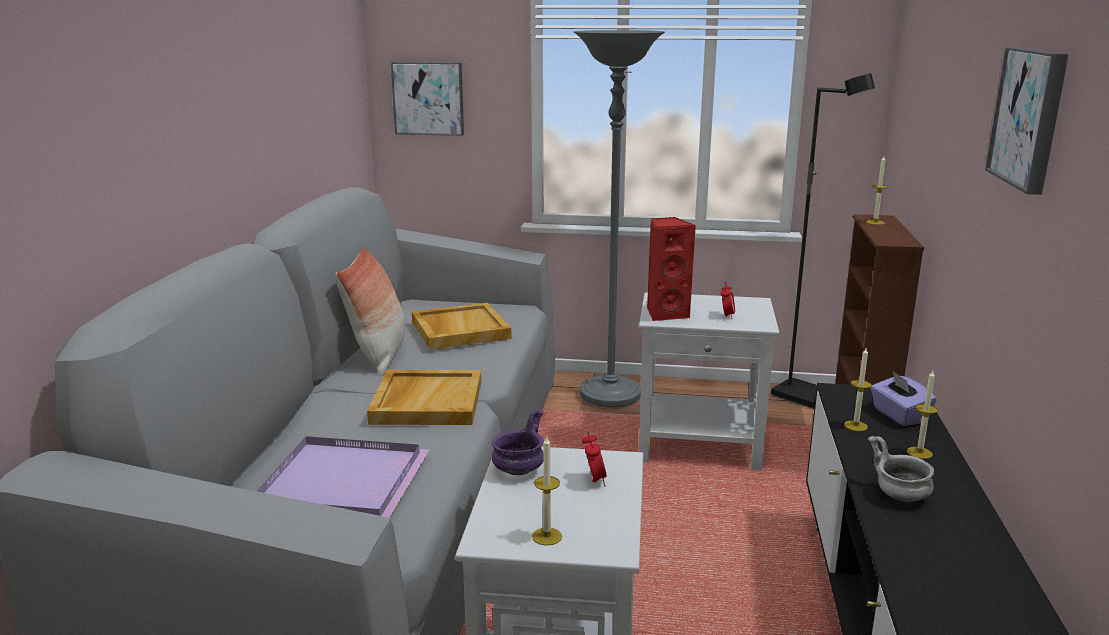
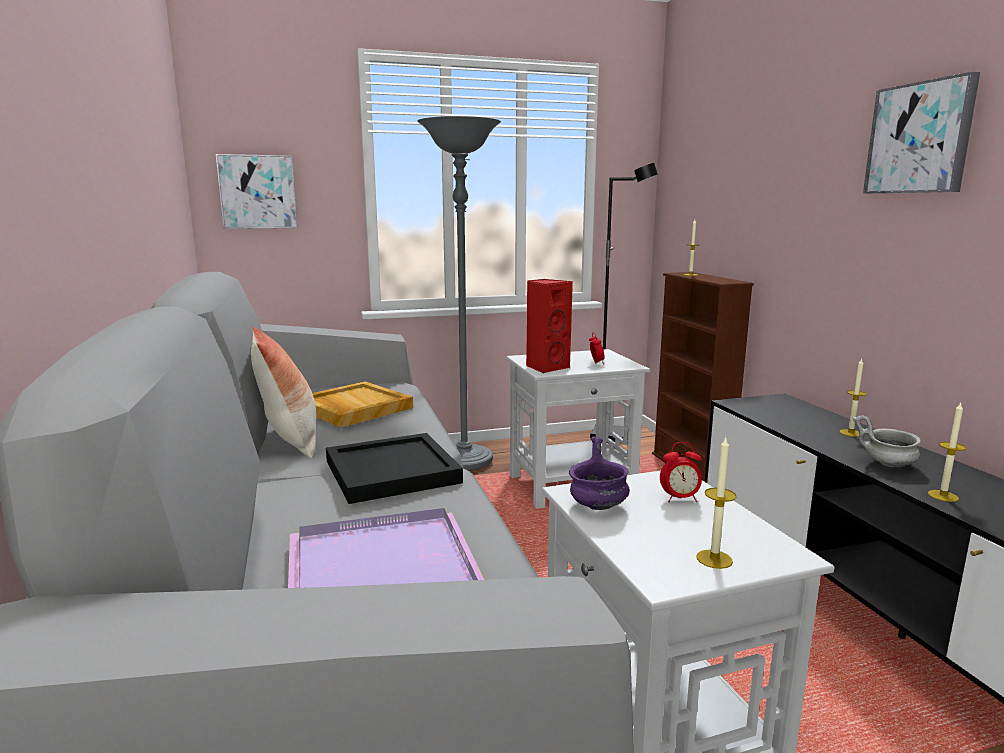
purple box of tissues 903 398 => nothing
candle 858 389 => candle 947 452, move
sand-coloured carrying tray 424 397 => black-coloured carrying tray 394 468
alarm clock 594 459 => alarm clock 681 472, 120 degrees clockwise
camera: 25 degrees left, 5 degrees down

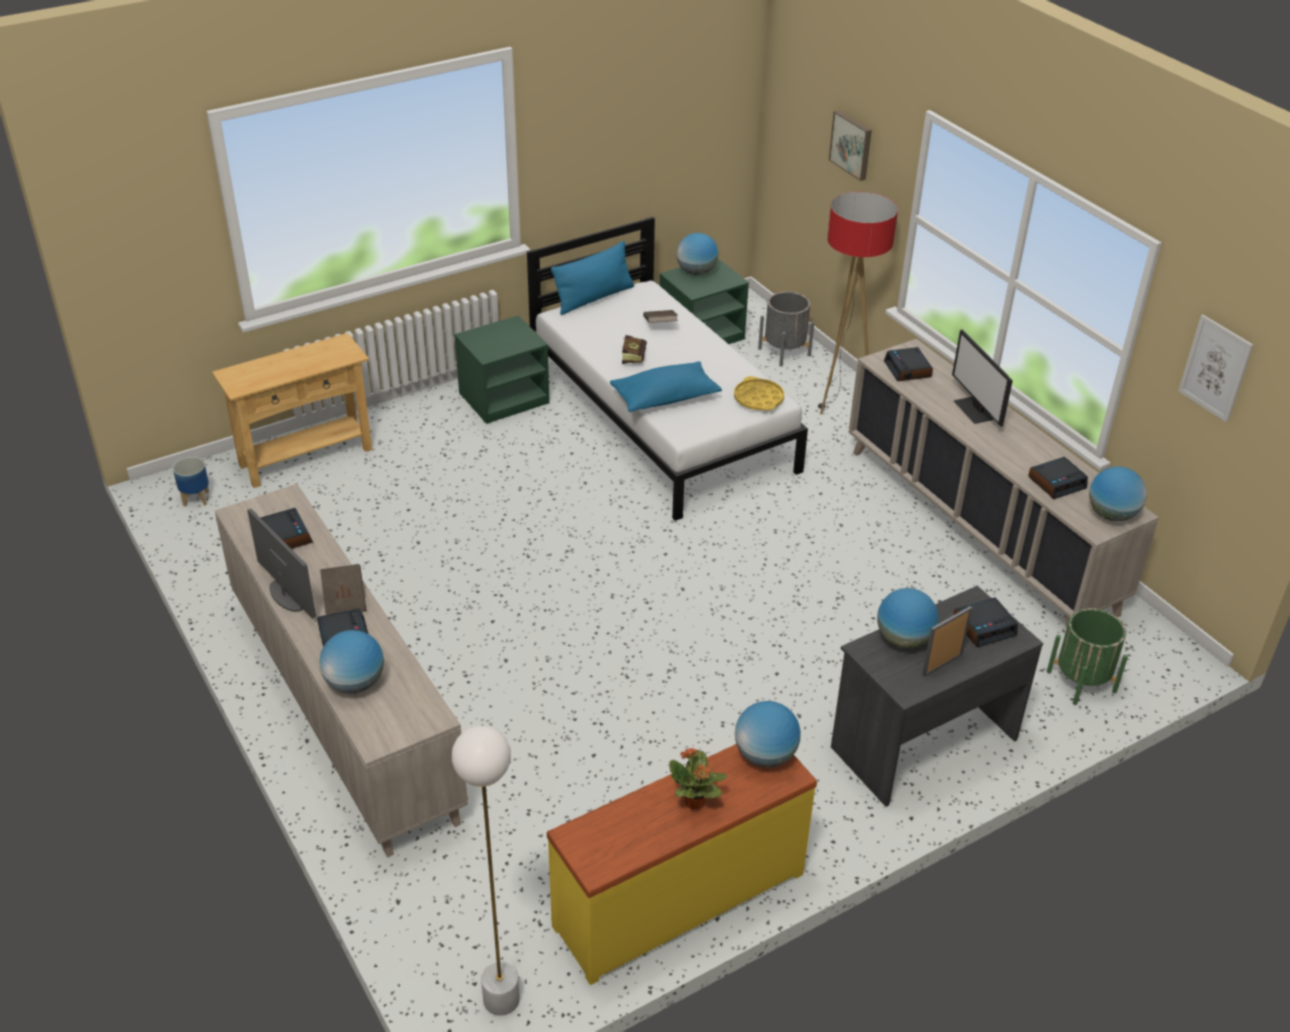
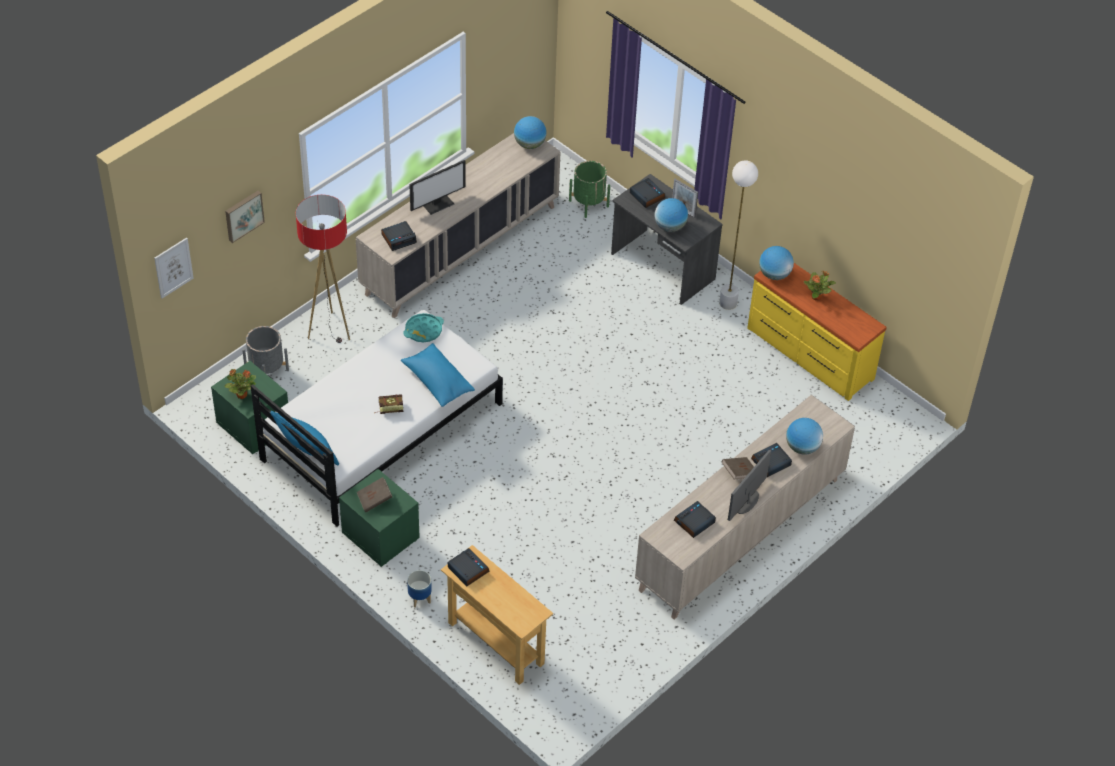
planter 191 482 => planter 419 588, move
white-coloured standard lamp 486 871 => white-coloured standard lamp 738 235, move
brown bound book 660 316 => brown bound book 374 494, move
alarm clock 1058 478 => alarm clock 469 567, move
picture 1215 368 => picture 174 267, move
world globe 697 254 => houseplant 240 384
yellow-coloured carrying tray 759 393 => turquoise-coloured carrying tray 423 327
camera: 105 degrees left, 10 degrees up

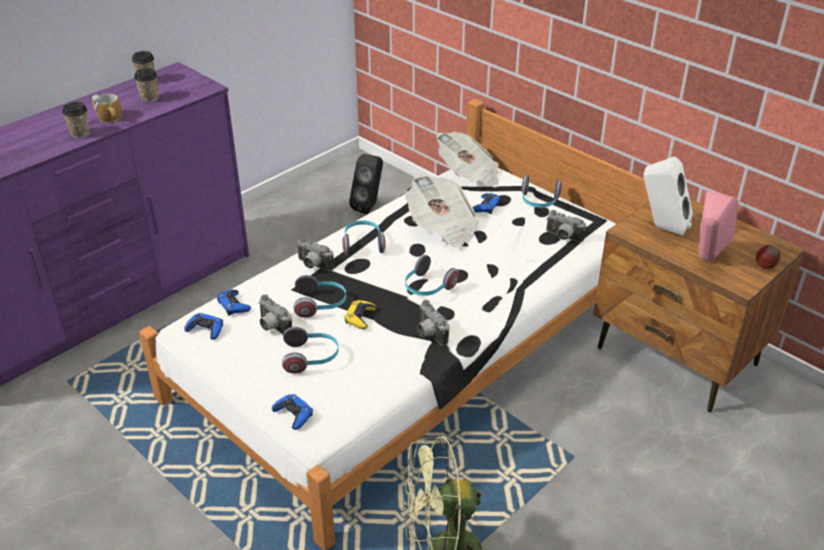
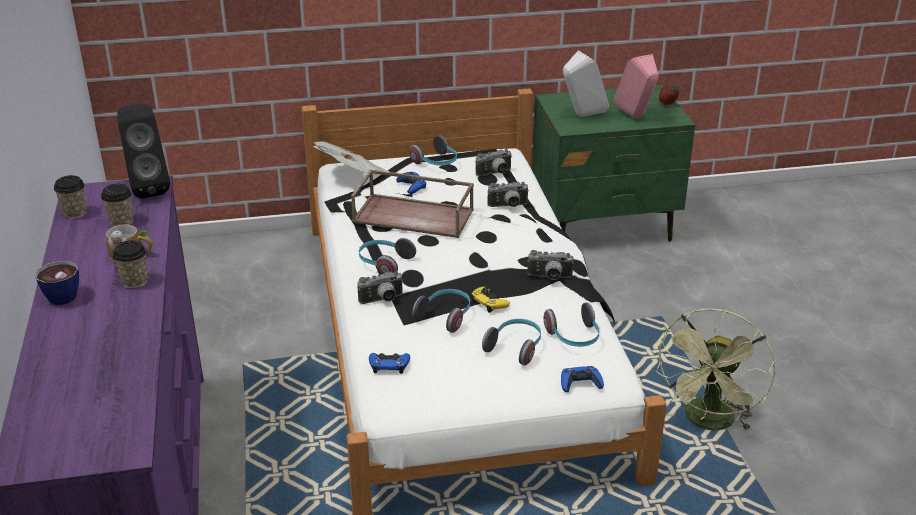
blue-coloured joypad 203 326 => nothing
nothing => drinking cup 57 283
photo camera 275 314 => photo camera 508 194, move
black-coloured speaker 366 184 => black-coloured speaker 143 151, move
headphones 432 275 => headphones 572 324, move
newspaper 442 210 => brown carrying tray 412 203
brown bedside table 699 305 => greenish bedside table 613 163
camera: 55 degrees left, 5 degrees down

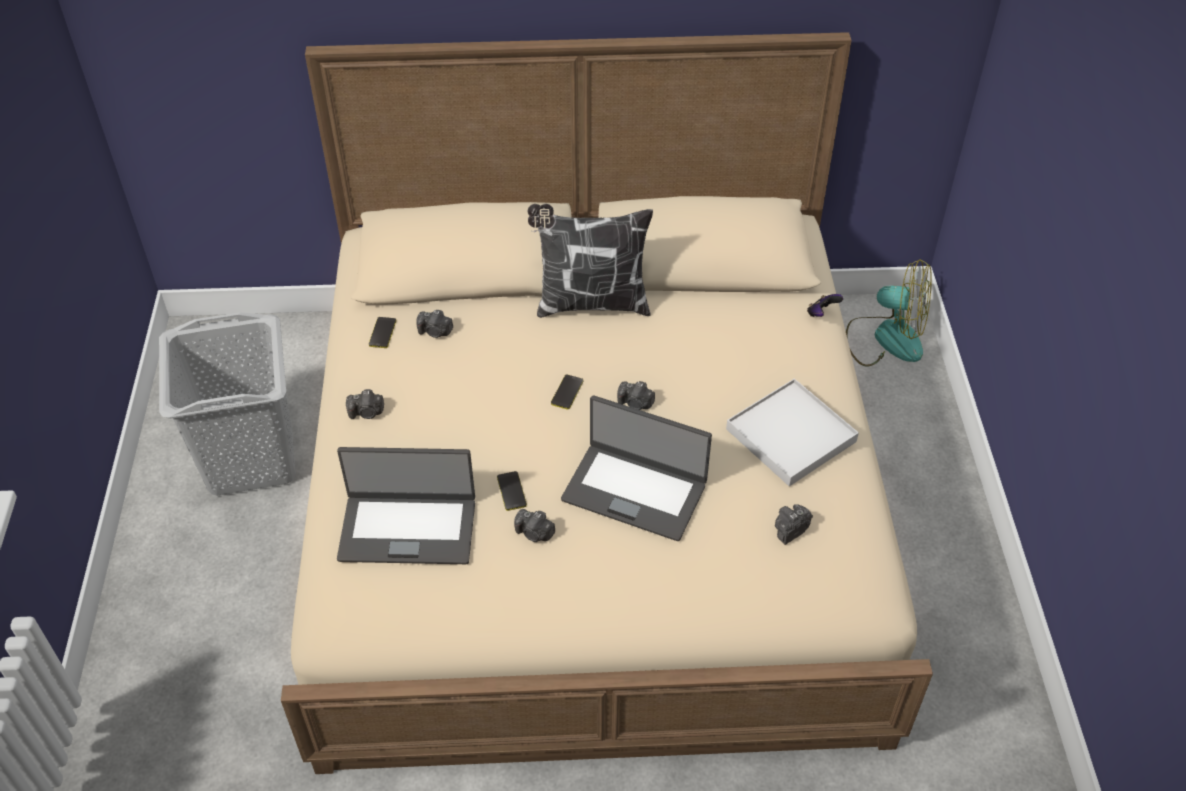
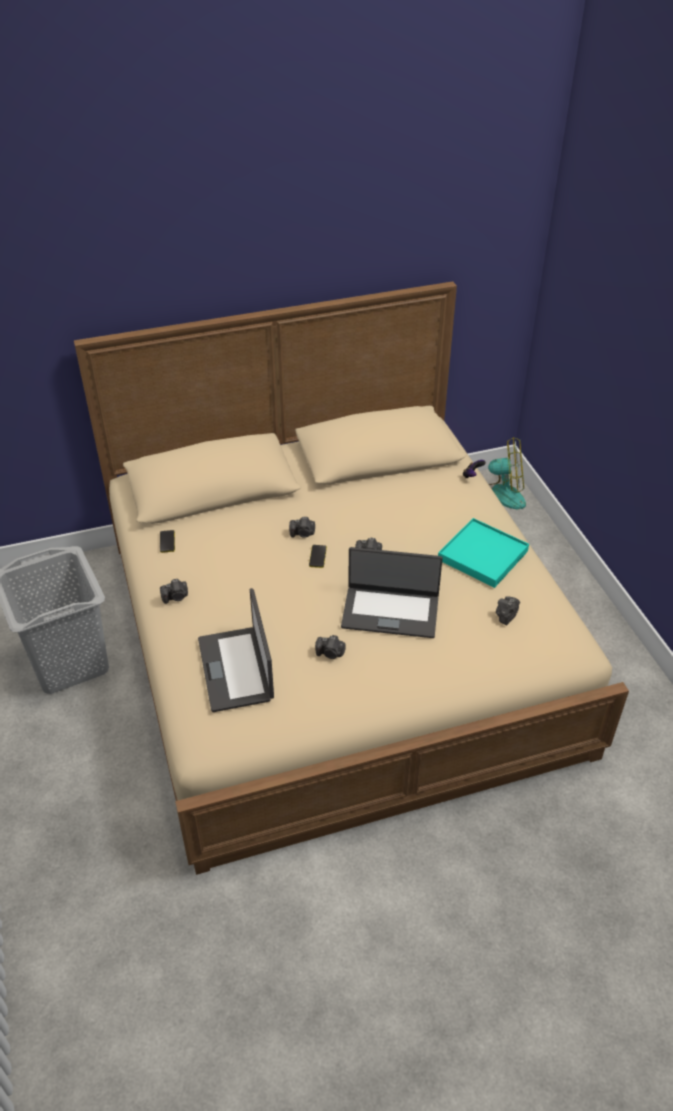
telephone 512 491 => nothing
throw pillow 590 261 => nothing
photo camera 434 324 => photo camera 302 527, move
white-coloured carrying tray 792 432 => turquoise-coloured carrying tray 483 553
laptop 406 505 => laptop 236 650, 90 degrees clockwise
camera: 15 degrees left, 5 degrees down

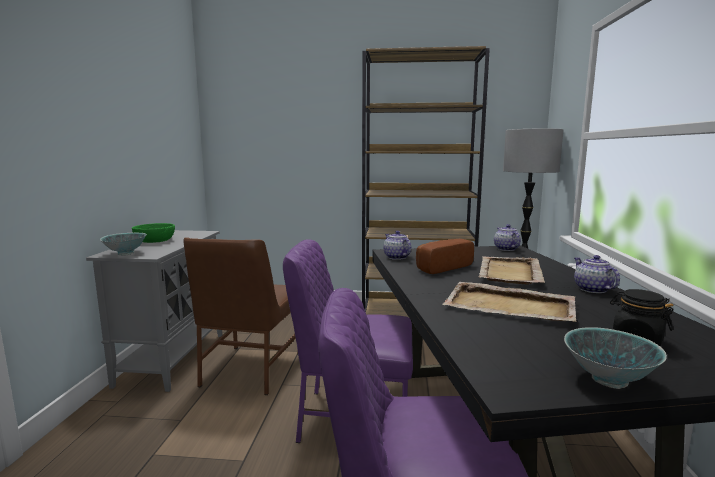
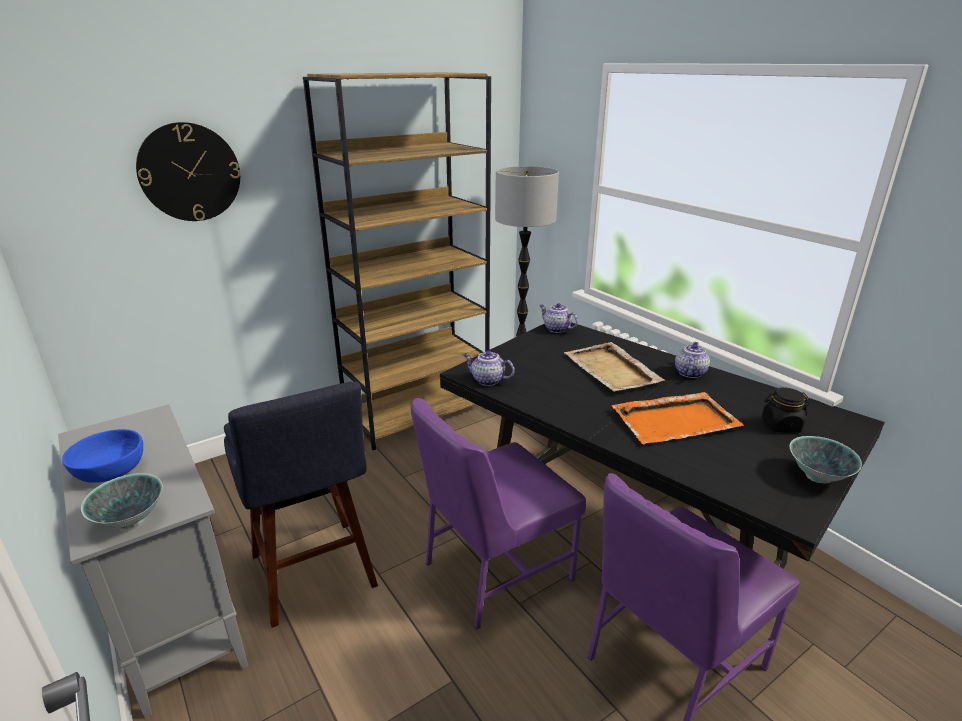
baked bread 445 256 => nothing
nothing => wall clock 188 171
brown chair 241 316 => blue-coloured stool 301 505
greenish deep dish 153 233 => blue-coloured deep dish 102 456
sand-coloured carrying tray 509 302 => orange-coloured carrying tray 678 418
pot for tea 597 274 => pot for tea 692 360, 75 degrees clockwise
camera: 40 degrees left, 15 degrees up

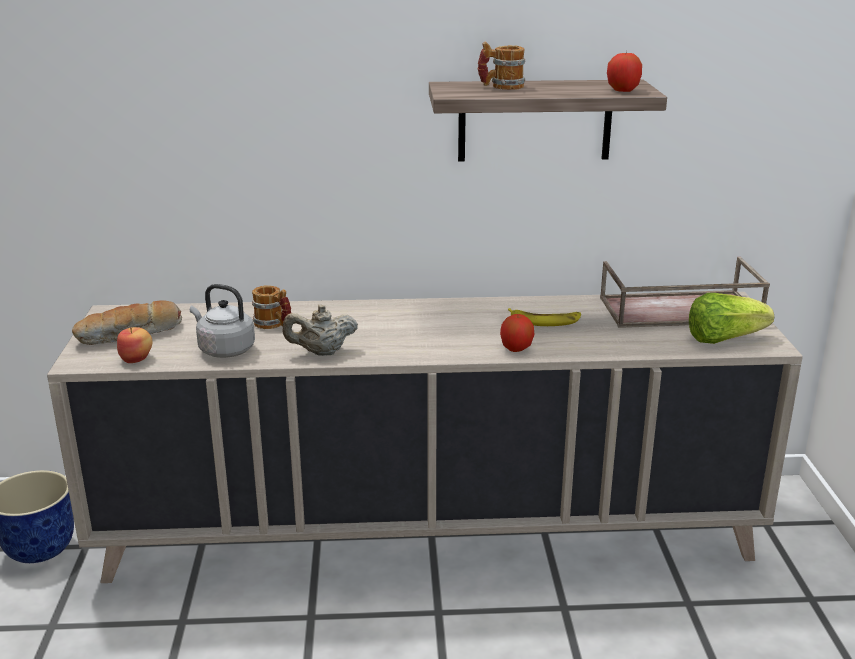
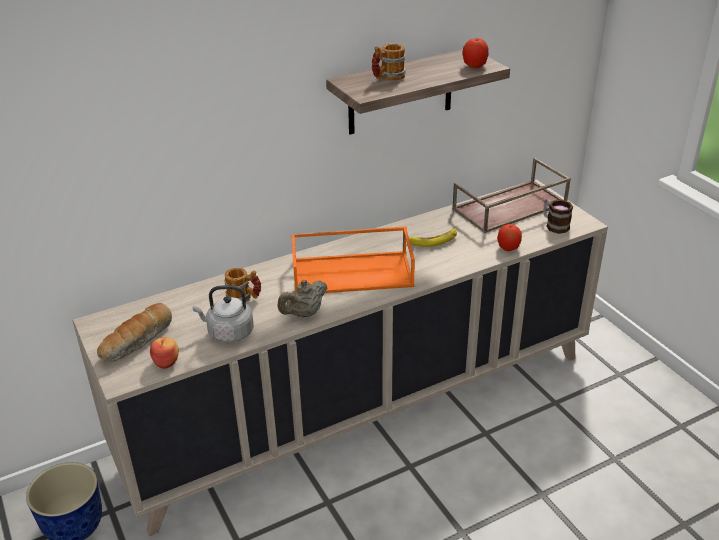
nothing => orange-coloured carrying tray 353 259
apple fruit 517 333 => apple fruit 509 237, move
head of lettuce 731 318 => coffee mug 558 216
camera: 25 degrees left, 10 degrees up

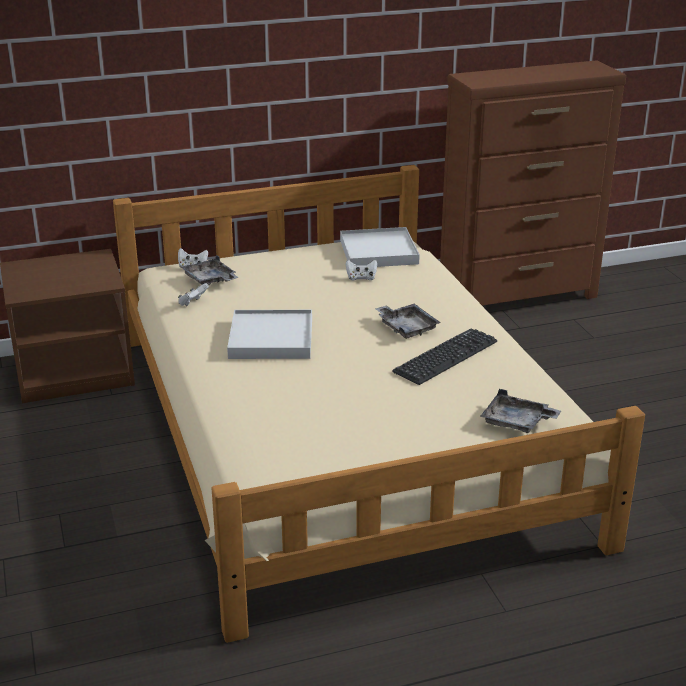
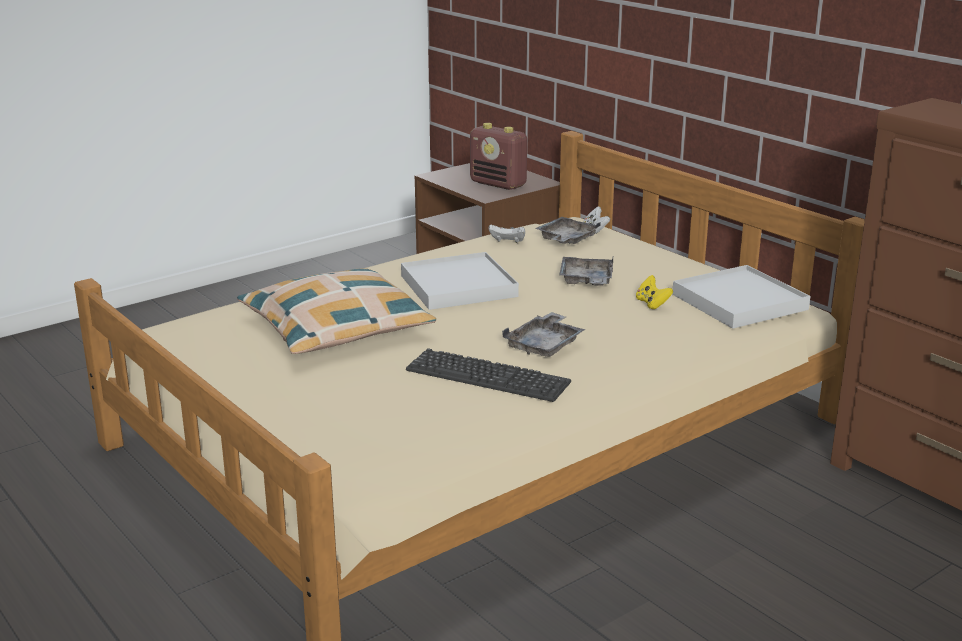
nothing => throw pillow 336 311
nothing => radio receiver 498 156
greyish carrying tray 520 411 => greyish carrying tray 586 271, move
white-coloured joypad 361 270 => yellow-coloured joypad 654 292
camera: 70 degrees right, 5 degrees down

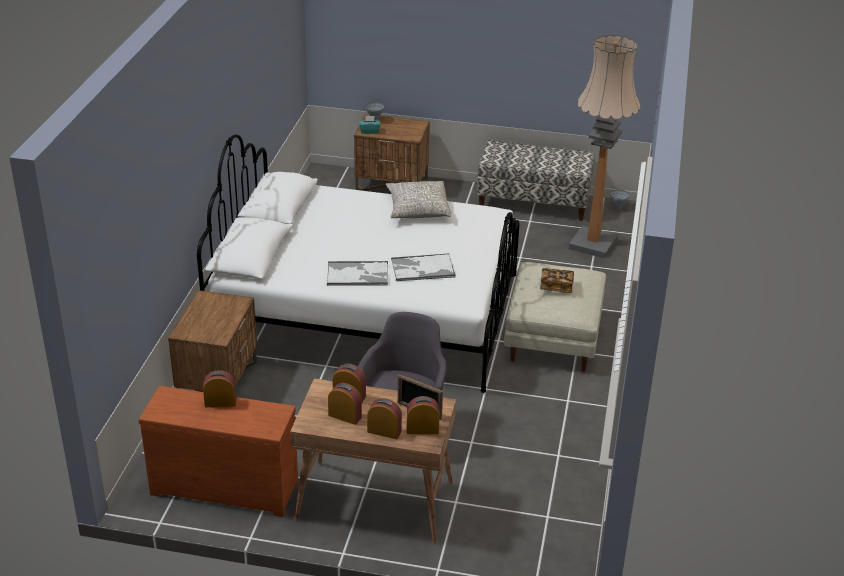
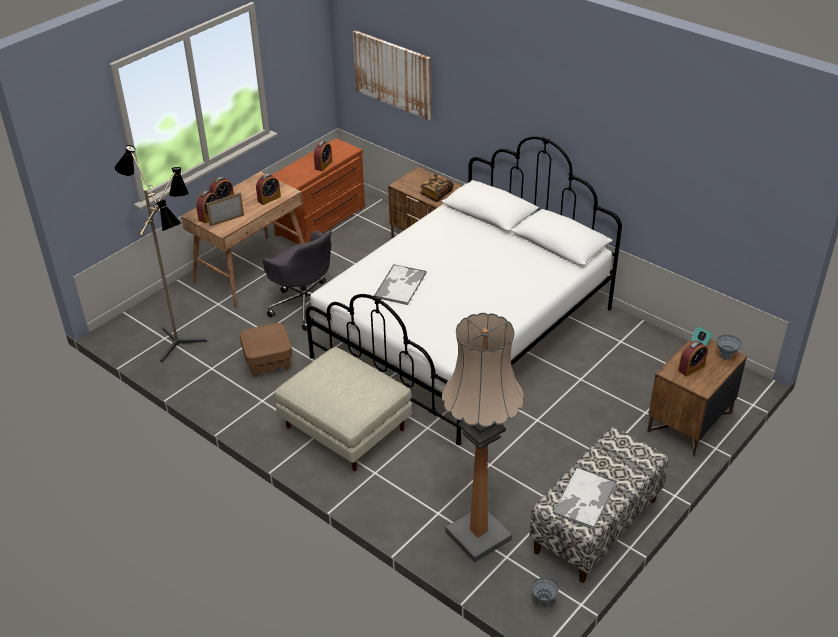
greyish throw pillow 418 199 => nothing
nothing => standard lamp 160 253
nothing => brown ottoman 266 350
nothing => picture 392 75
carrying tray 357 273 => carrying tray 584 498, move
alarm clock 345 404 => alarm clock 693 358, move
bound book 557 280 => bound book 436 188, move
camera: 120 degrees right, 5 degrees up

